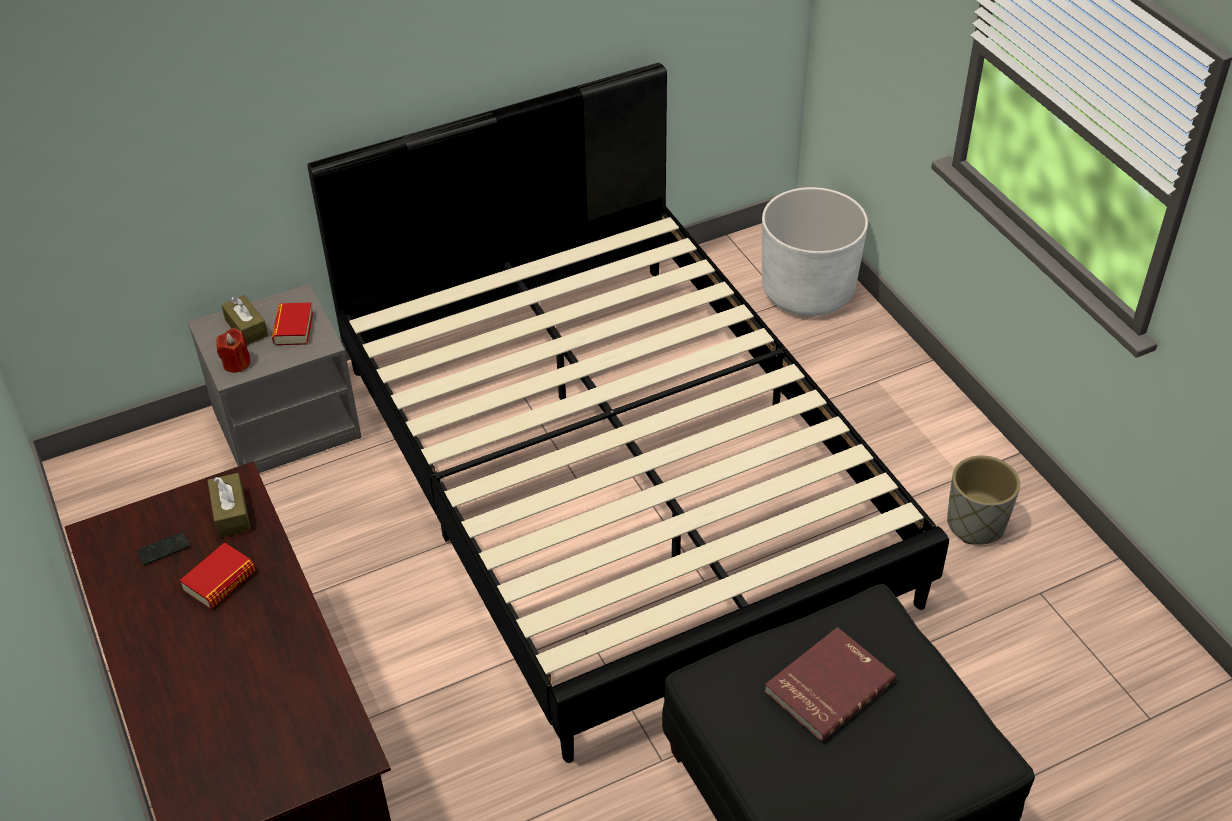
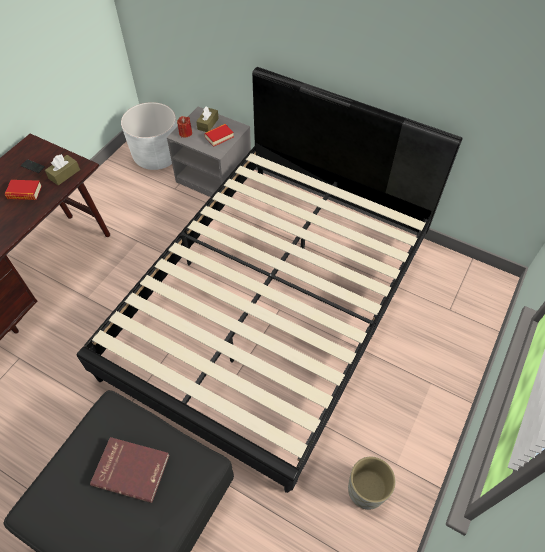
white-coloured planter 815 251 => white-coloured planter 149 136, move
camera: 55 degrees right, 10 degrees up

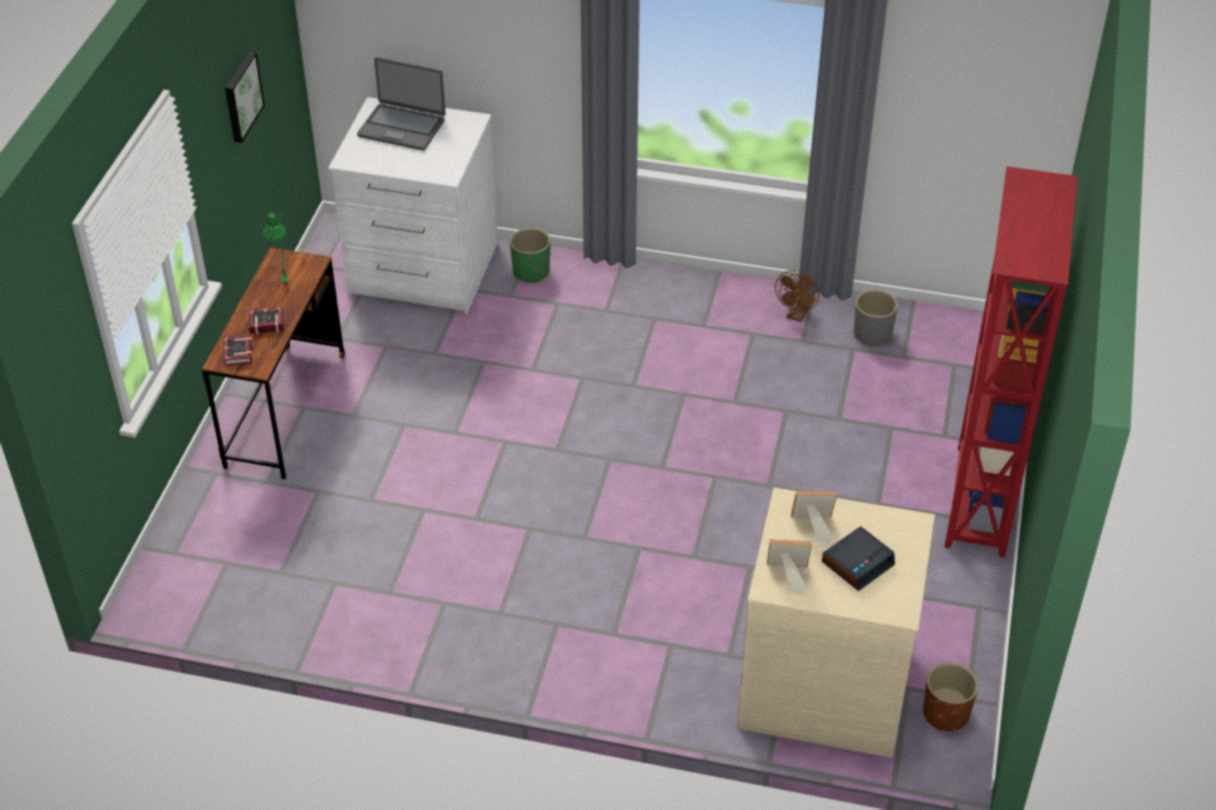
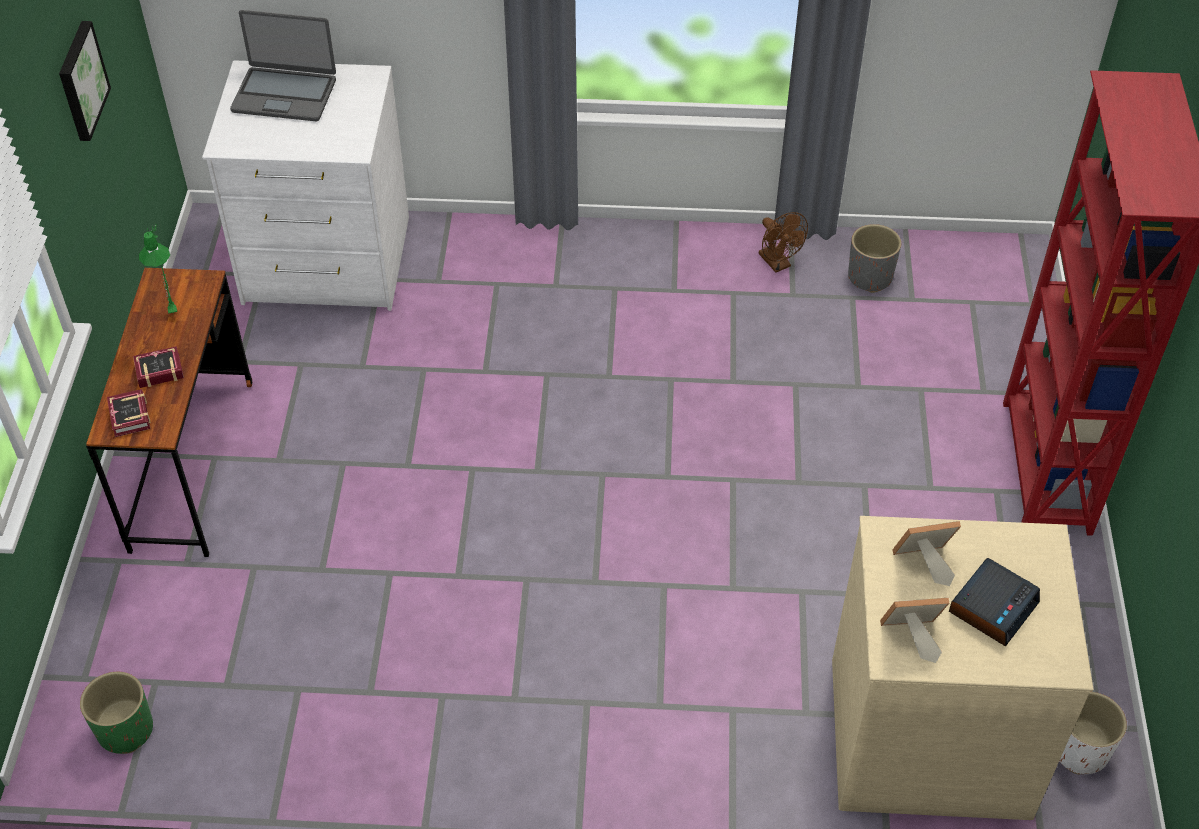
greenish planter 530 256 => greenish planter 116 713, move
brown planter 950 696 => white-coloured planter 1093 733
brown electric fan 797 296 => brown electric fan 783 242, 45 degrees counterclockwise
camera: 10 degrees left, 5 degrees up

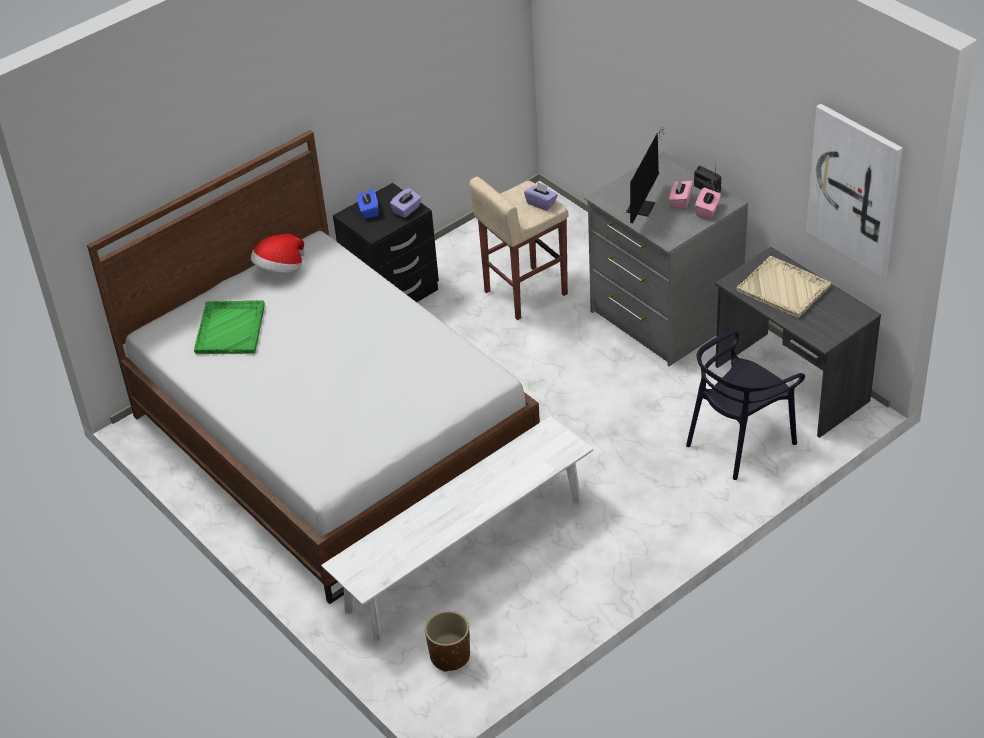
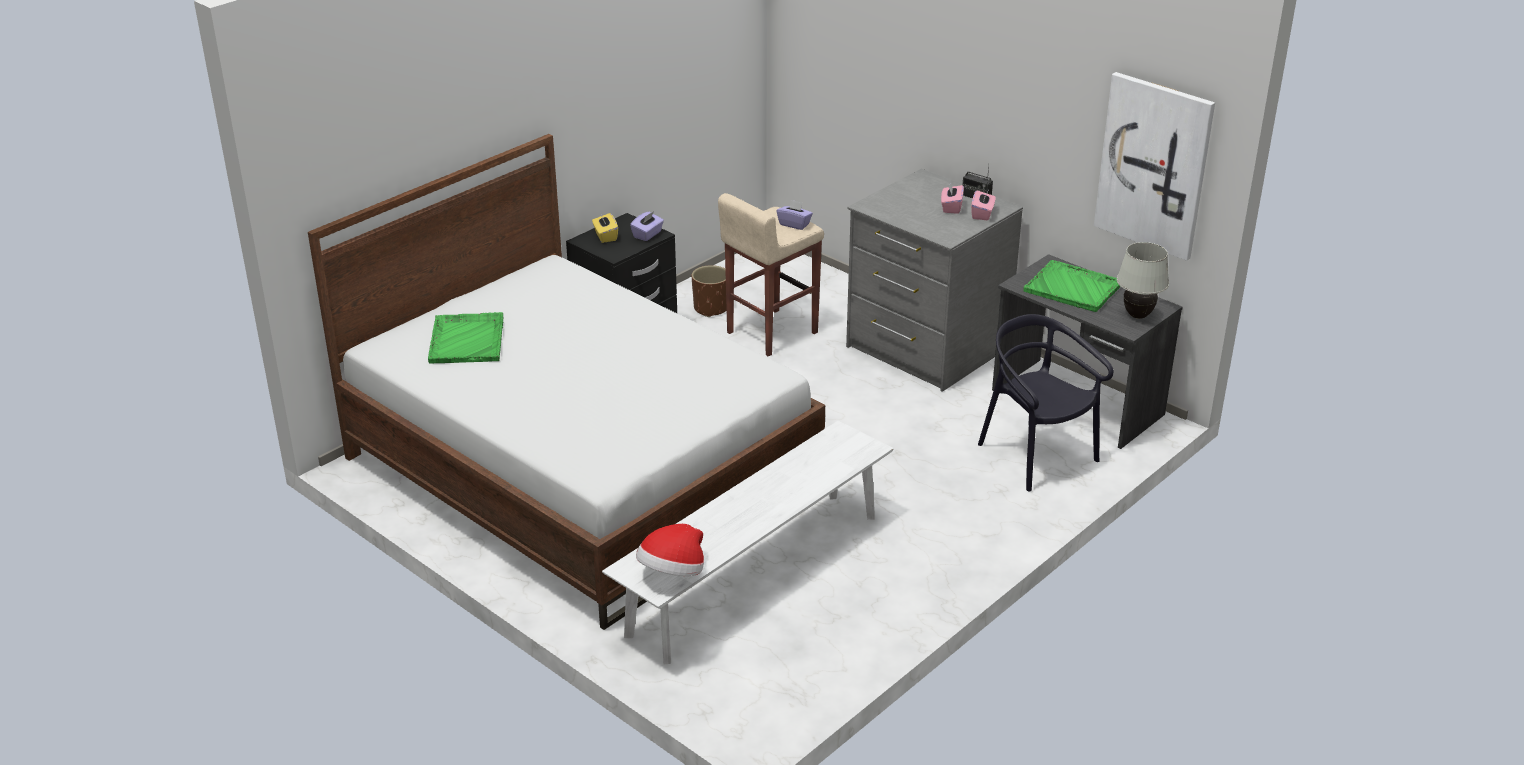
computer display 645 174 => nothing
nothing => white-coloured table lamp 1143 280
hat 277 253 => hat 670 550, move
brown planter 447 641 => brown planter 709 291, move
blue-coloured box of tissues 368 203 => yellow-coloured box of tissues 605 228
sand-coloured carrying tray 784 287 => greenish carrying tray 1072 286
black-coloured chair 745 405 => black-coloured chair 1046 402, 105 degrees clockwise
camera: 10 degrees left, 10 degrees down

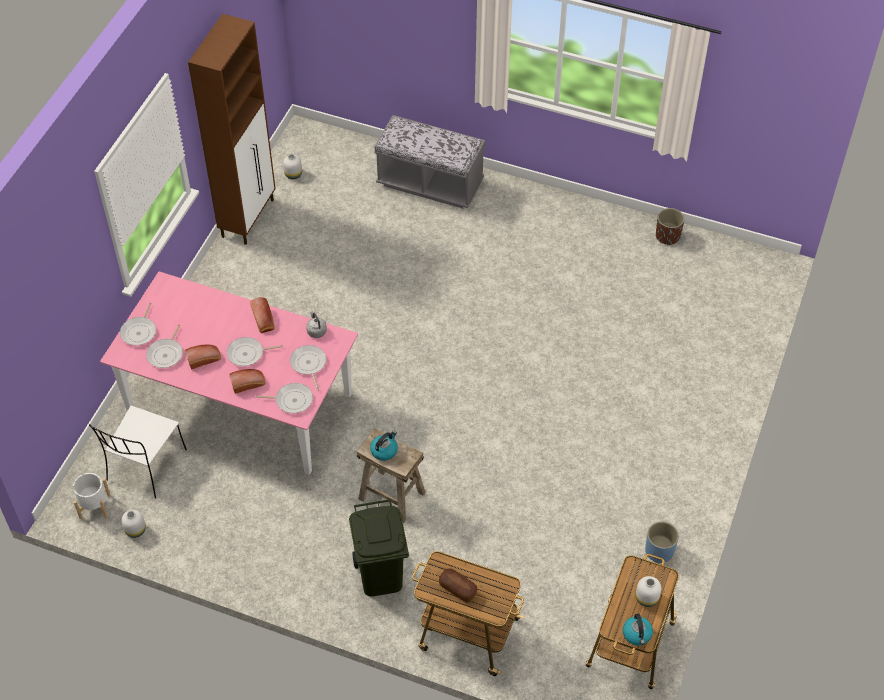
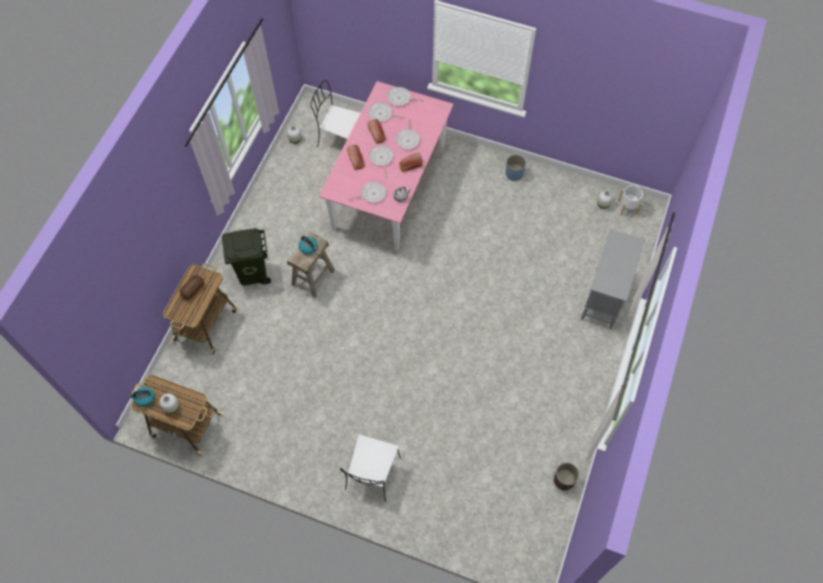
brown cabinet 232 129 => nothing
nothing => white-coloured chair 370 468
white-coloured planter 92 496 => white-coloured planter 630 200, move
skillet 284 398 => skillet 408 134, move
blue-coloured planter 662 542 => blue-coloured planter 516 167, move
greyish indoor bench 430 162 => greyish cabinet 613 279
camera: 90 degrees right, 10 degrees up

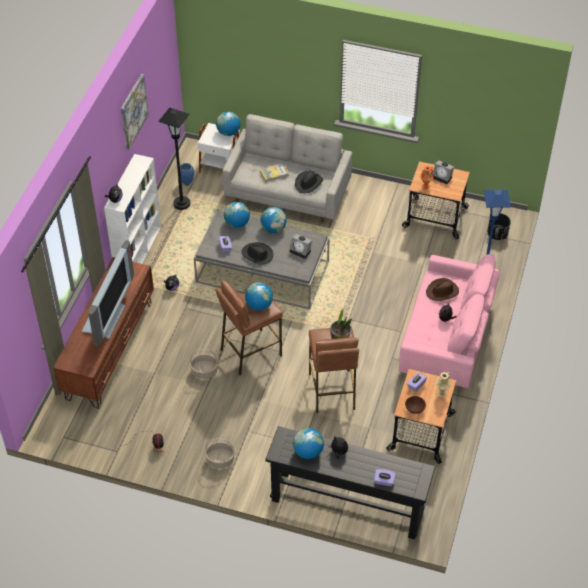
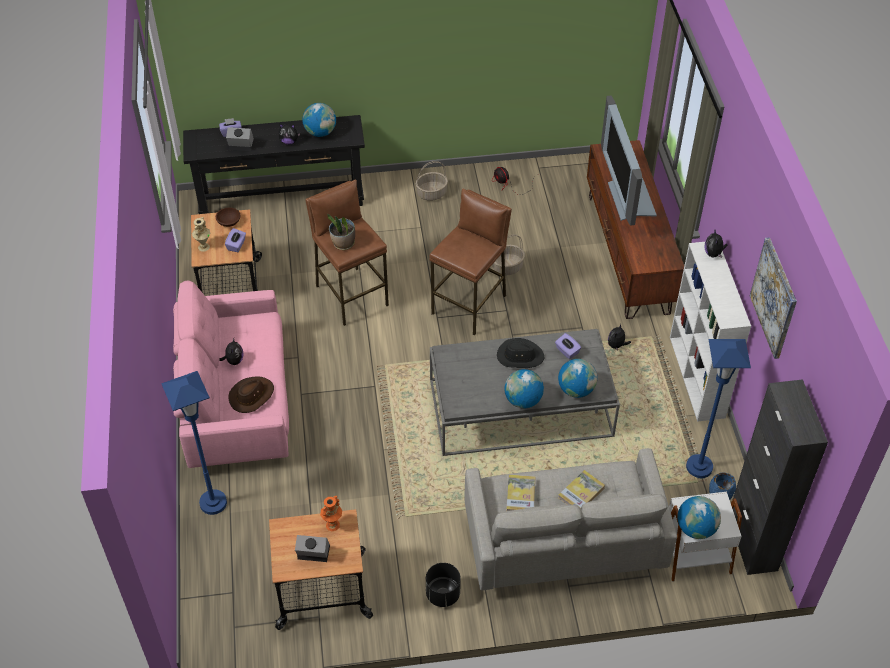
world globe 259 296 => nothing
nothing => black-coloured cabinet 780 477
alarm clock 301 246 => alarm clock 240 139, move
black-coloured planter 499 226 => black-coloured planter 443 585, move
black-coloured hat 309 181 => bound book 520 493
black-coloured standard lamp 174 158 => blue-coloured standard lamp 718 408
camera: 155 degrees right, 0 degrees up

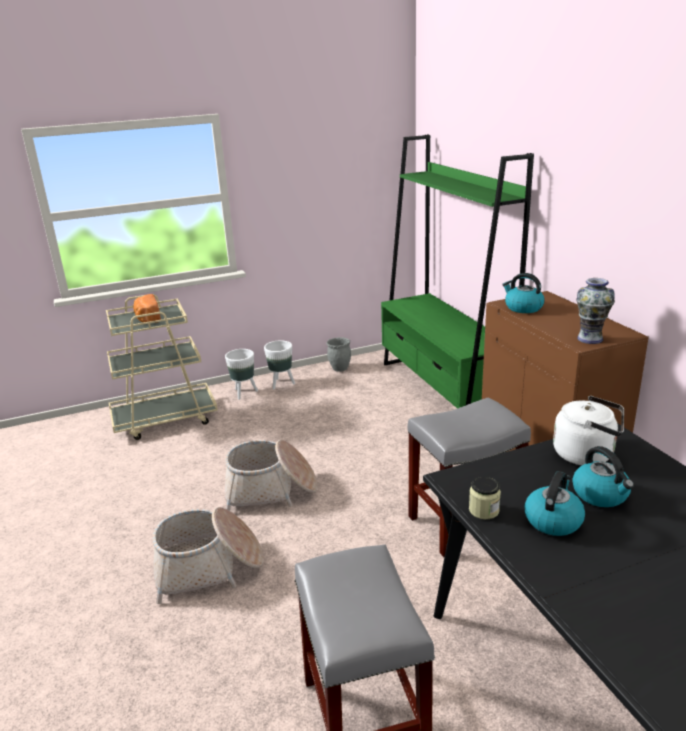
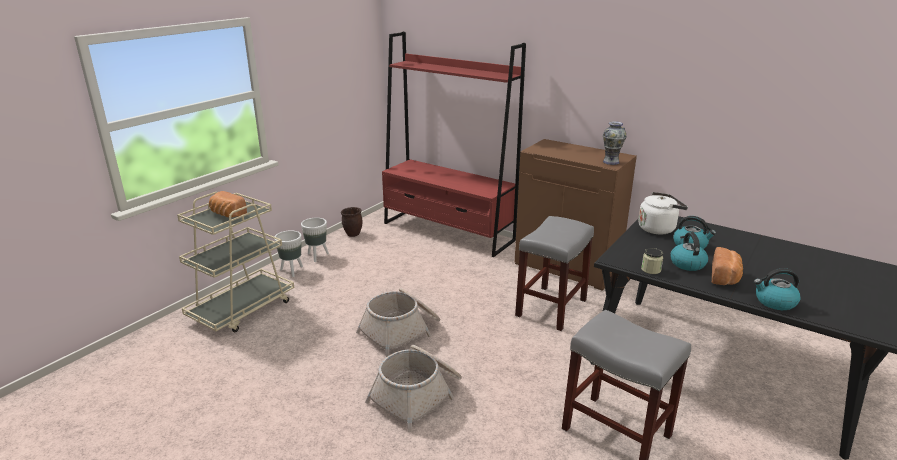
nothing => baked bread 727 266
kettle 523 293 => kettle 777 289, move
greyish planter 338 354 => brown planter 351 222
greenish shelving unit 457 271 => red-coloured shelving unit 454 144
camera: 35 degrees left, 0 degrees up

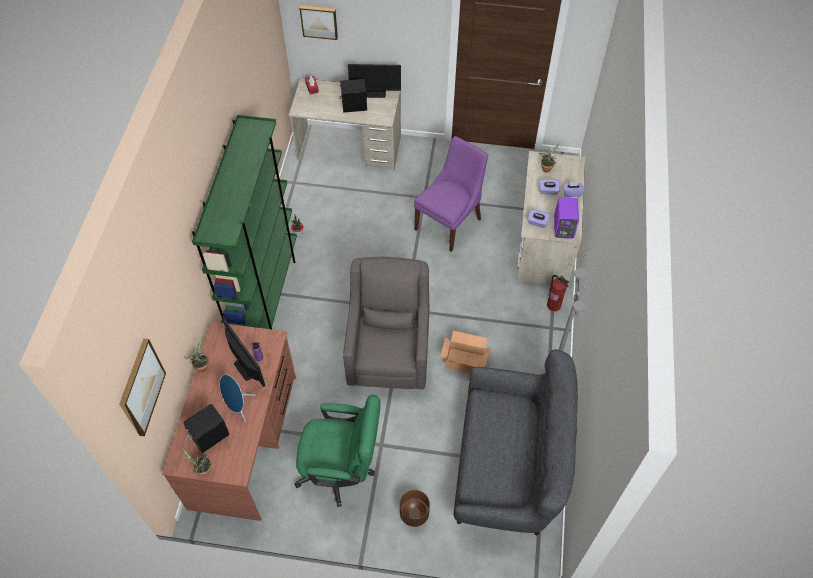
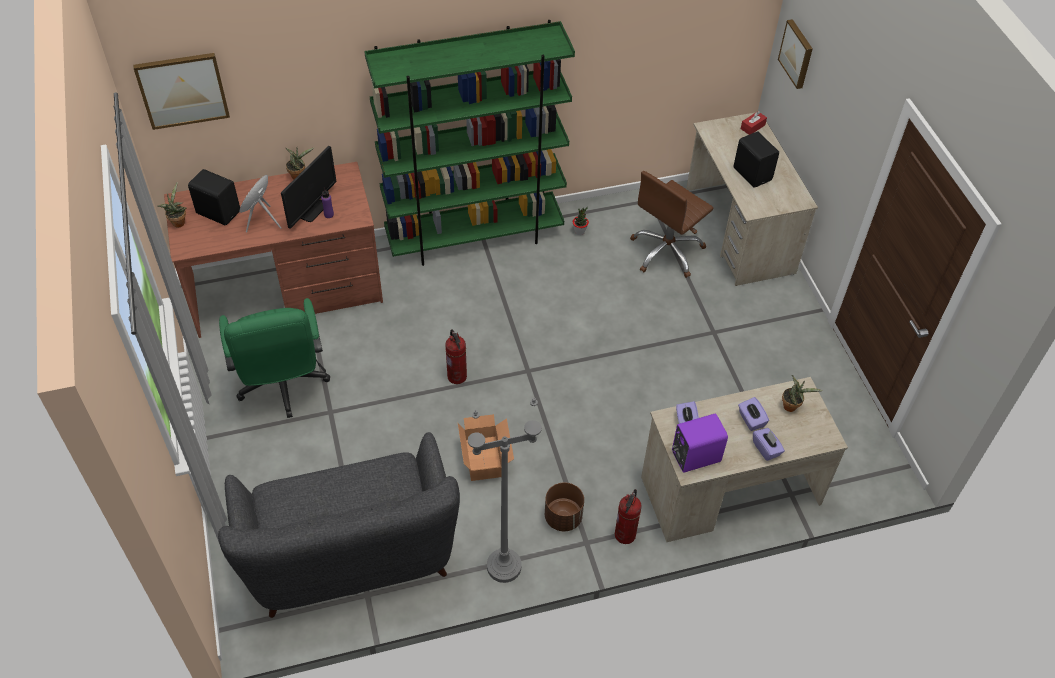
computer display 374 81 => nothing
purple chair 451 194 => nothing
nothing => brown office chair 671 224
brown planter 415 508 => brown planter 564 506, move
greyish armchair 386 323 => fire extinguisher 456 356
camera: 65 degrees right, 5 degrees down

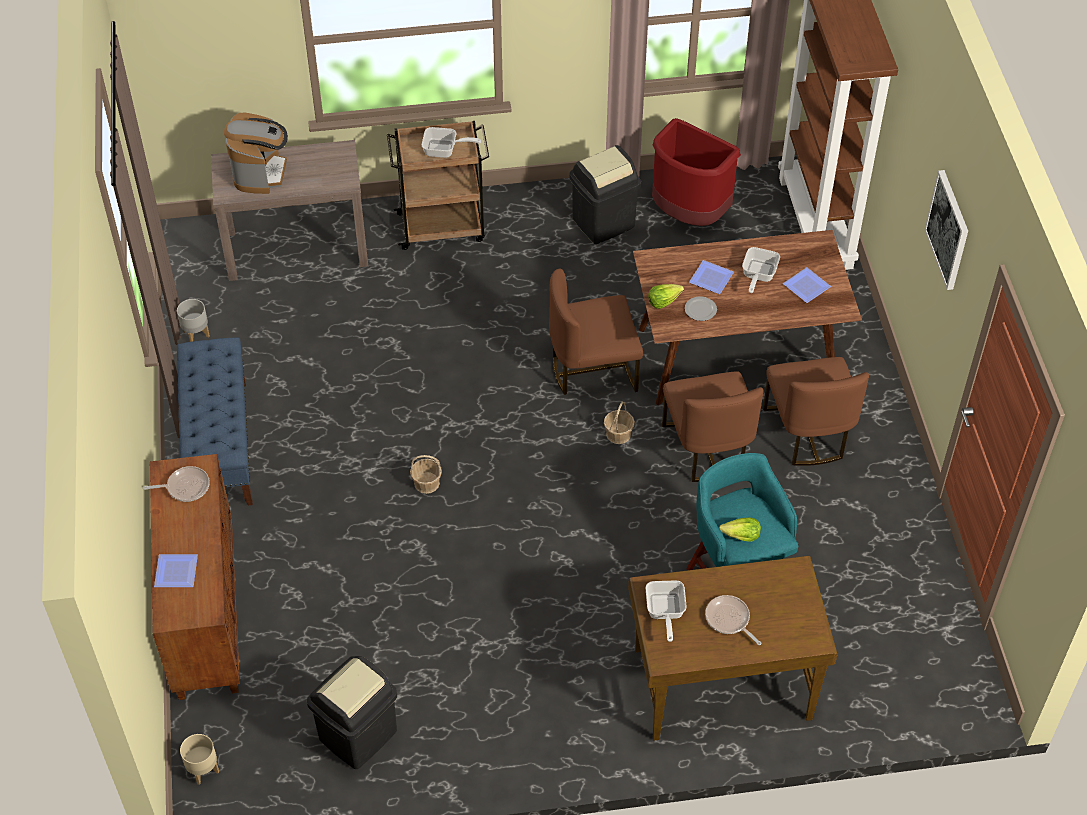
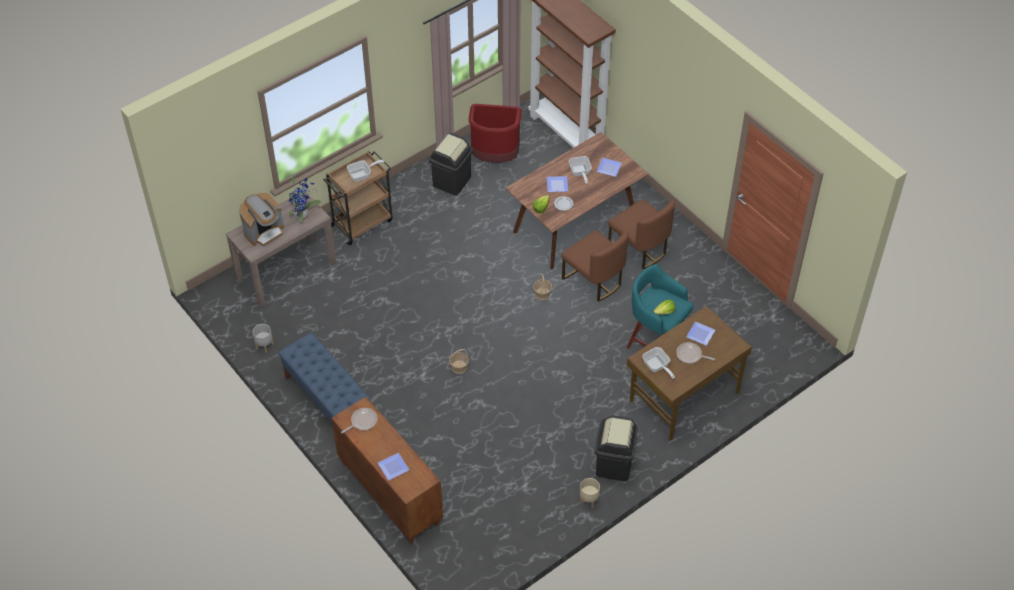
brown chair 596 331 => nothing
picture 946 230 => nothing
nothing => houseplant 304 198
nothing => flat dish 701 333
sand-coloured planter 199 759 => sand-coloured planter 590 493, move
black-coloured rubbish bin 352 712 => black-coloured rubbish bin 616 448, move
coffee brewer 256 153 => coffee brewer 261 219, 75 degrees clockwise
camera: 30 degrees left, 0 degrees up

